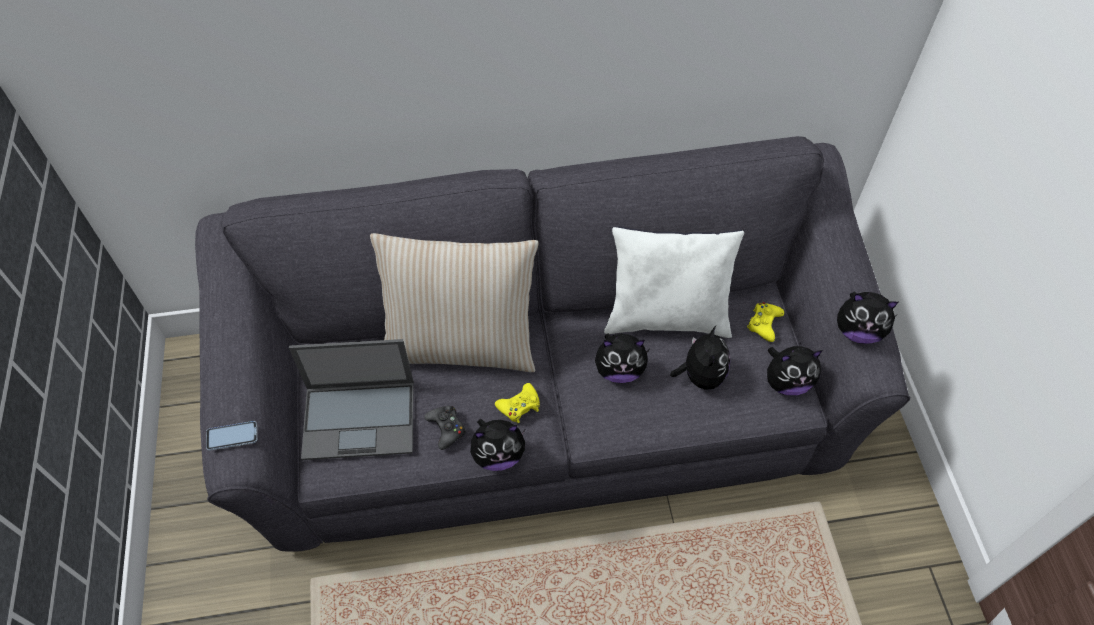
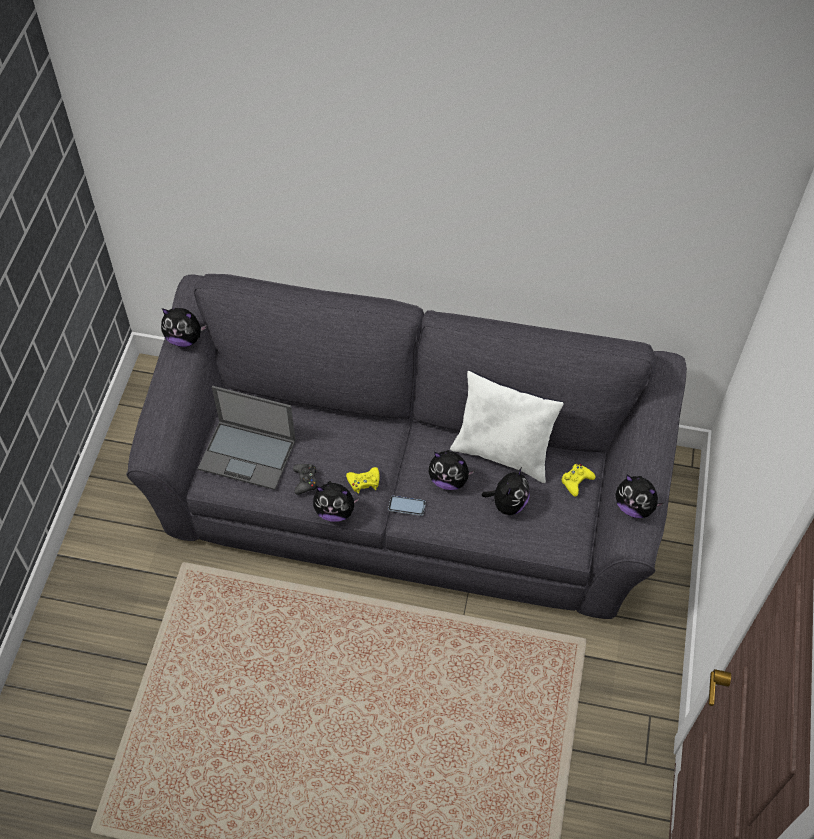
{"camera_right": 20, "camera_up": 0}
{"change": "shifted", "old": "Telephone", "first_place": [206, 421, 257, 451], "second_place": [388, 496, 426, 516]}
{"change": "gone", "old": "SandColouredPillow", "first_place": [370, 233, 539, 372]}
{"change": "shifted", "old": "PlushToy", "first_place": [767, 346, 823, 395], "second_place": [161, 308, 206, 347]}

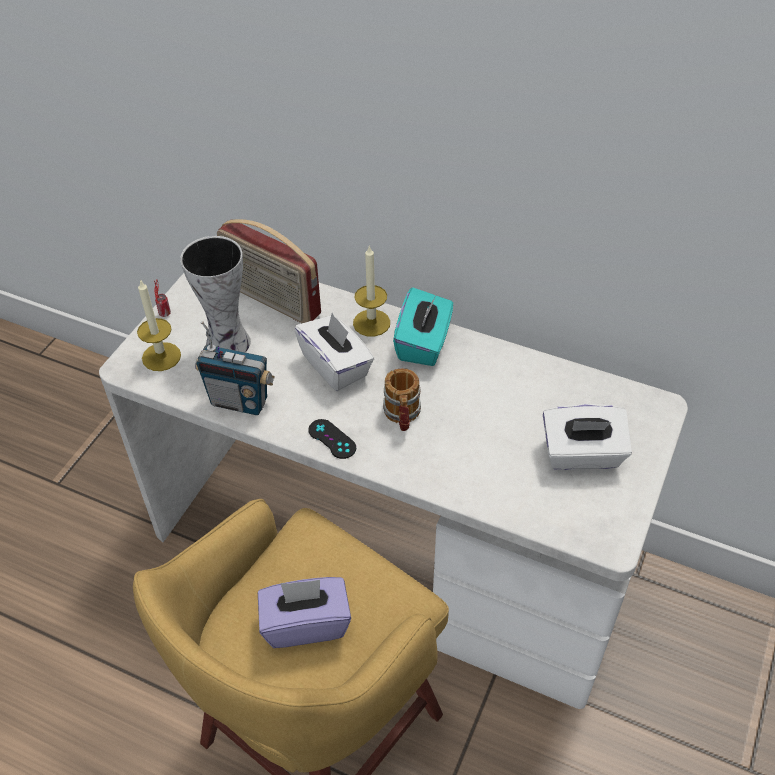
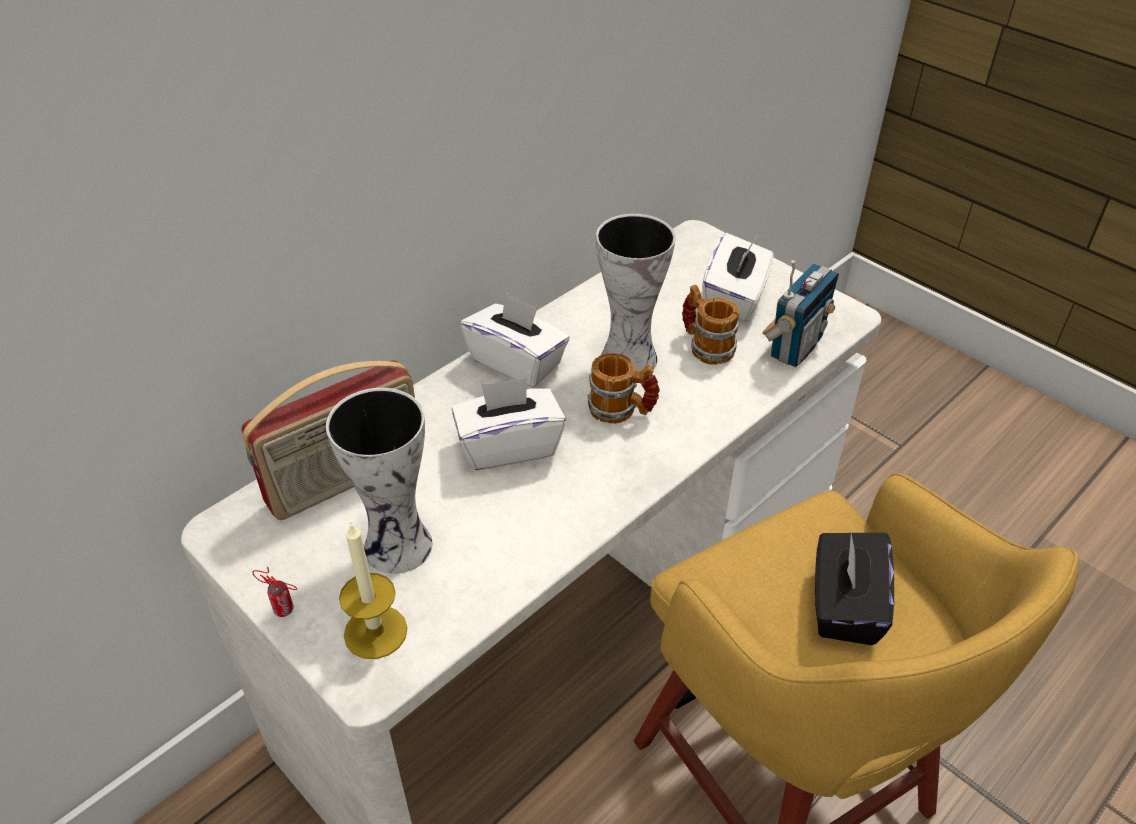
{"camera_right": -70, "camera_up": -5}
{"change": "shifted", "old": "RadioReceiver", "first_place": [195, 321, 275, 415], "second_place": [762, 260, 839, 367]}
{"change": "repainted", "old": "PurplishTissueBox", "new": "BlackColouredTissueBox", "first_place": [258, 577, 351, 648], "second_place": [815, 533, 894, 645]}
{"change": "gone", "old": "BlackColouredJoypad", "first_place": [308, 419, 356, 459]}
{"change": "gone", "old": "Candle", "first_place": [353, 245, 390, 337]}
{"change": "repainted", "old": "BlueGreenTissueBox", "new": "WhiteTissueBox", "first_place": [393, 287, 453, 366], "second_place": [460, 292, 570, 388]}
{"change": "new", "new": "Vase", "second_place": [596, 214, 675, 371]}
{"change": "new", "new": "TeaMug", "second_place": [682, 285, 740, 365]}

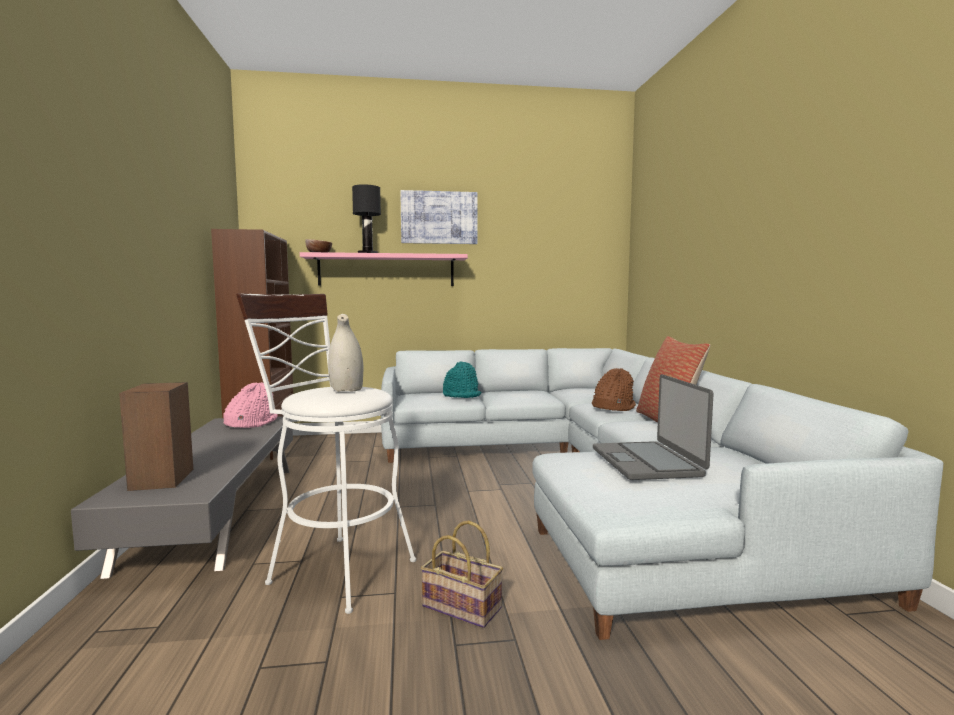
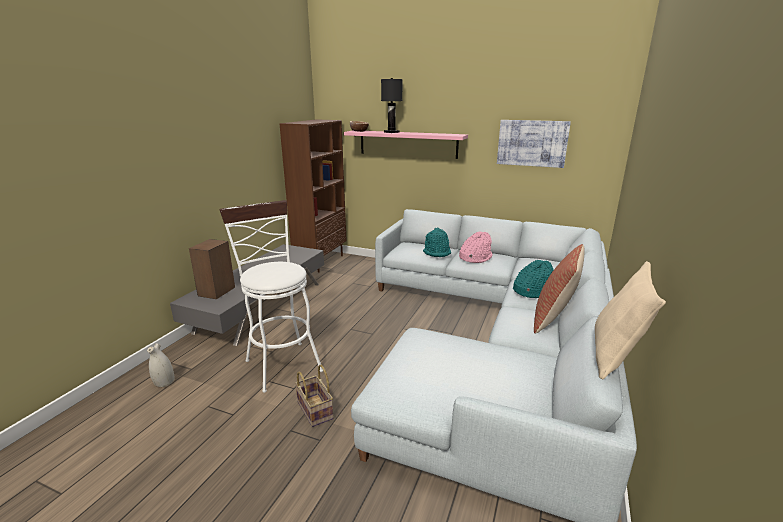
{"camera_right": 30, "camera_up": 15}
{"change": "shifted", "old": "PinkishHat", "first_place": [223, 382, 278, 428], "second_place": [459, 232, 492, 263]}
{"change": "shifted", "old": "WhiteVase", "first_place": [328, 314, 363, 392], "second_place": [147, 343, 175, 387]}
{"change": "shifted", "old": "WallPicture", "first_place": [400, 190, 477, 244], "second_place": [497, 120, 571, 168]}
{"change": "repainted", "old": "BrownHat", "new": "BlueGreenHat", "first_place": [592, 368, 636, 411], "second_place": [513, 260, 553, 298]}
{"change": "gone", "old": "PortableComputer", "first_place": [593, 374, 714, 480]}
{"change": "new", "new": "SandColouredPillow", "second_place": [595, 261, 666, 379]}

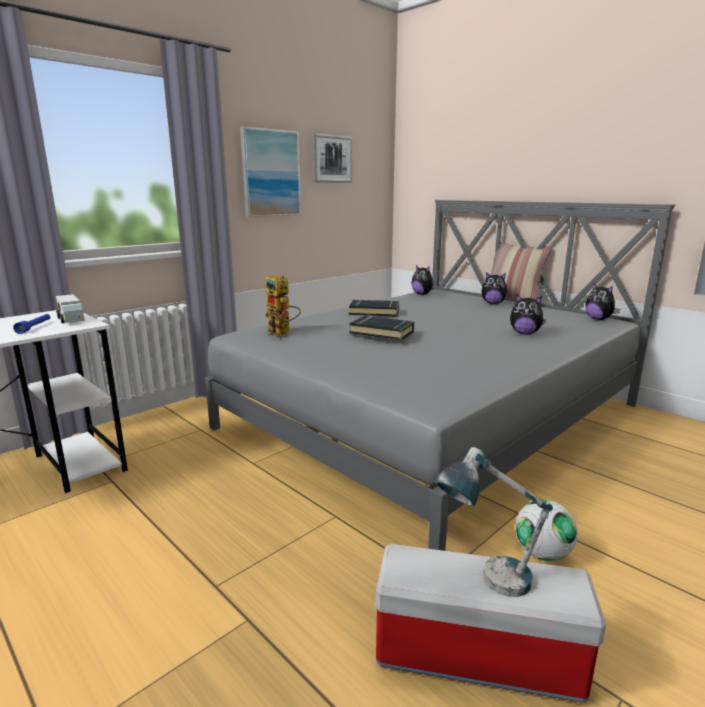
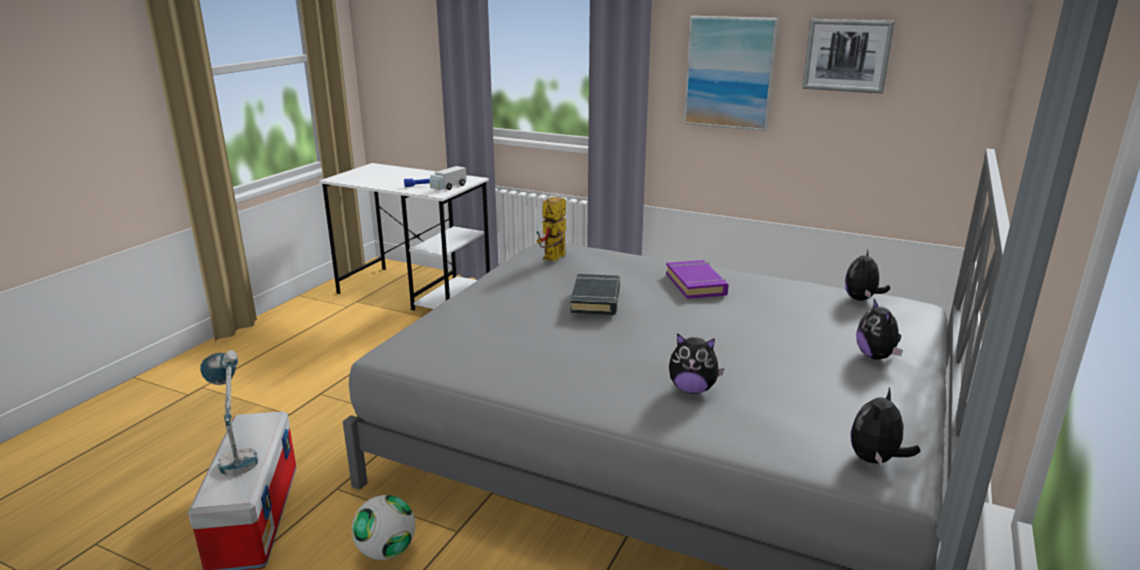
{"camera_right": 70, "camera_up": 5}
{"change": "repainted", "old": "BlackColouredVolume", "new": "PurplishVolume", "first_place": [349, 299, 399, 317], "second_place": [666, 260, 729, 299]}
{"change": "gone", "old": "Pillow", "first_place": [490, 242, 552, 299]}
{"change": "rotated", "old": "PlushToy", "first_place": [510, 295, 546, 334], "second_place": [669, 333, 724, 394], "degrees": -75}

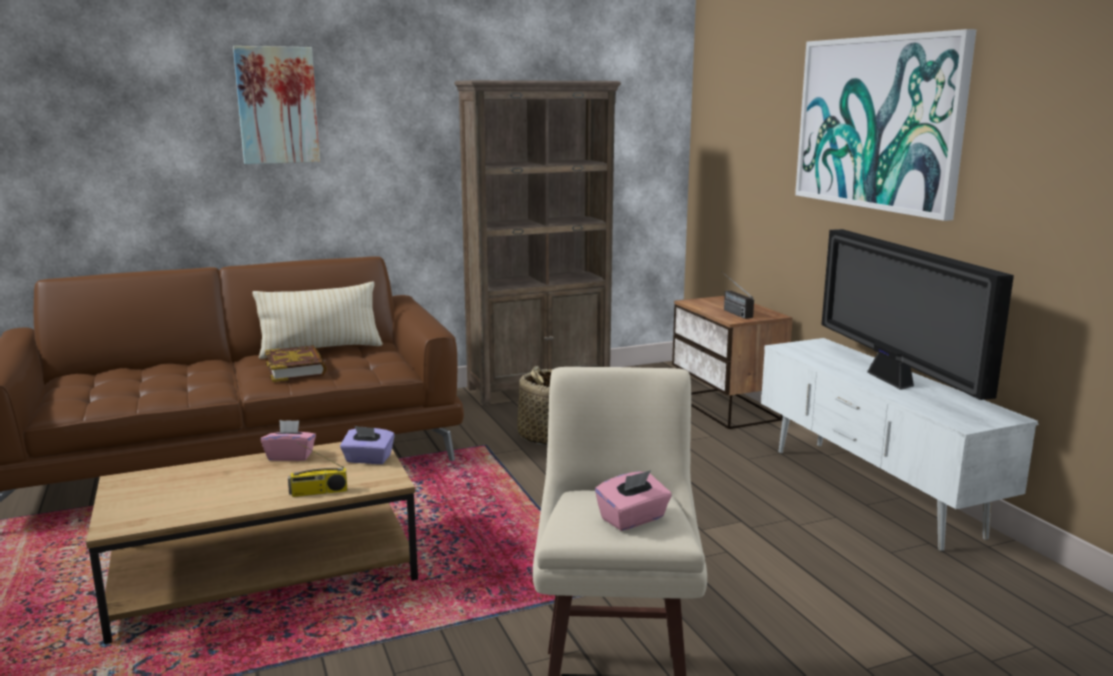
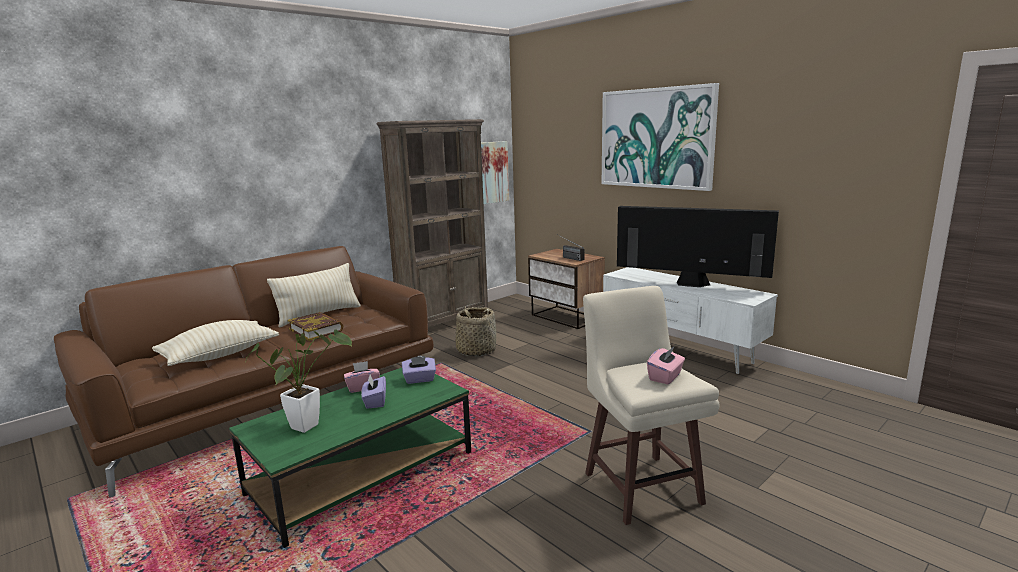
{"camera_right": -20, "camera_up": 0}
{"change": "repainted", "old": "BrownLowTable", "new": "GreenishLowTable", "first_place": [86, 442, 418, 644], "second_place": [229, 368, 471, 548]}
{"change": "shifted", "old": "WallPicture", "first_place": [233, 46, 320, 164], "second_place": [481, 141, 509, 204]}
{"change": "gone", "old": "RadioReceiver", "first_place": [288, 442, 348, 497]}
{"change": "rotated", "old": "TvSet", "first_place": [821, 229, 1014, 400], "second_place": [617, 206, 779, 287], "degrees": 150}
{"change": "new", "new": "SandColouredPillow", "second_place": [152, 320, 279, 366]}
{"change": "new", "new": "PlantInAPot", "second_place": [246, 329, 352, 433]}
{"change": "new", "new": "PurplishTissueBox", "second_place": [361, 374, 386, 409]}

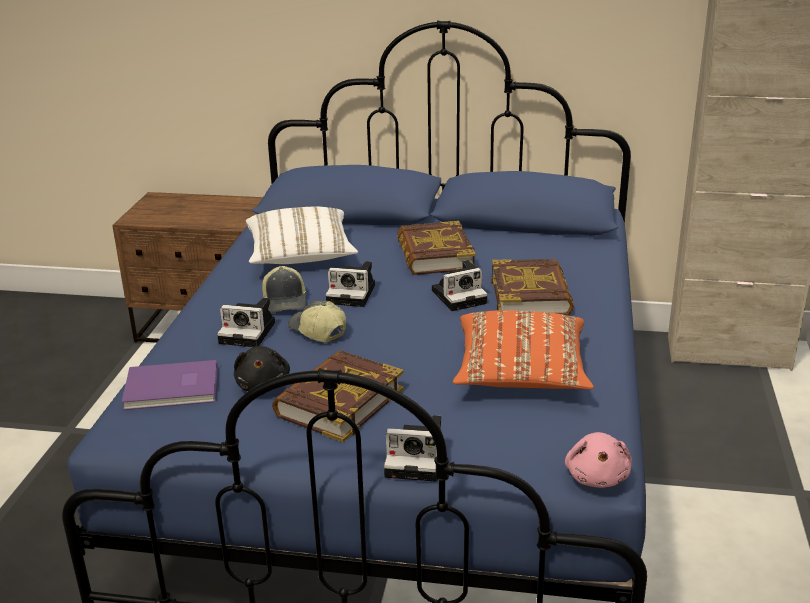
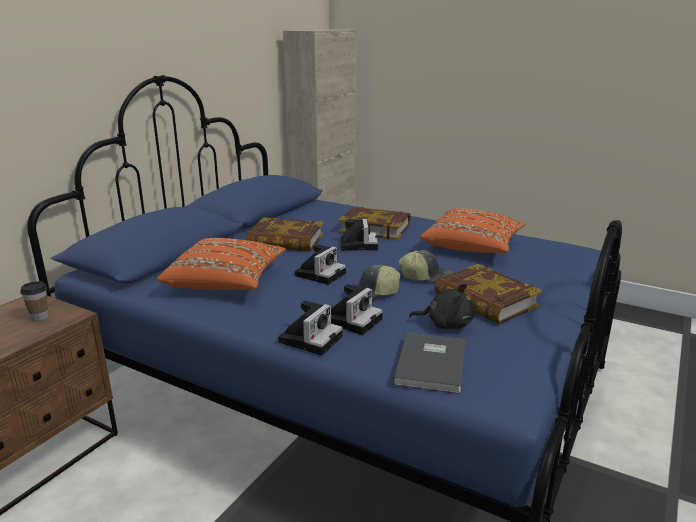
{"camera_right": -70, "camera_up": -5}
{"change": "repainted", "old": "PurplishVolume", "new": "GreyishVolume", "first_place": [122, 360, 218, 410], "second_place": [393, 333, 466, 394]}
{"change": "repainted", "old": "WhitePillow", "new": "OrangeyPillow", "first_place": [246, 207, 358, 264], "second_place": [157, 238, 286, 290]}
{"change": "shifted", "old": "Cap", "first_place": [262, 266, 306, 313], "second_place": [399, 250, 454, 283]}
{"change": "shifted", "old": "PhotoCamera", "first_place": [384, 415, 441, 482], "second_place": [278, 301, 343, 356]}
{"change": "gone", "old": "PinkishPlushToy", "first_place": [565, 432, 632, 488]}
{"change": "new", "new": "DrinkingCup", "second_place": [20, 281, 48, 321]}

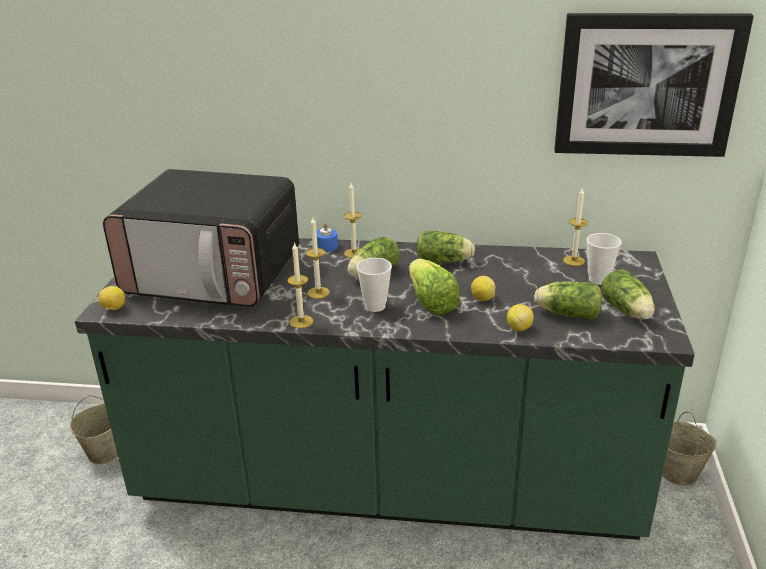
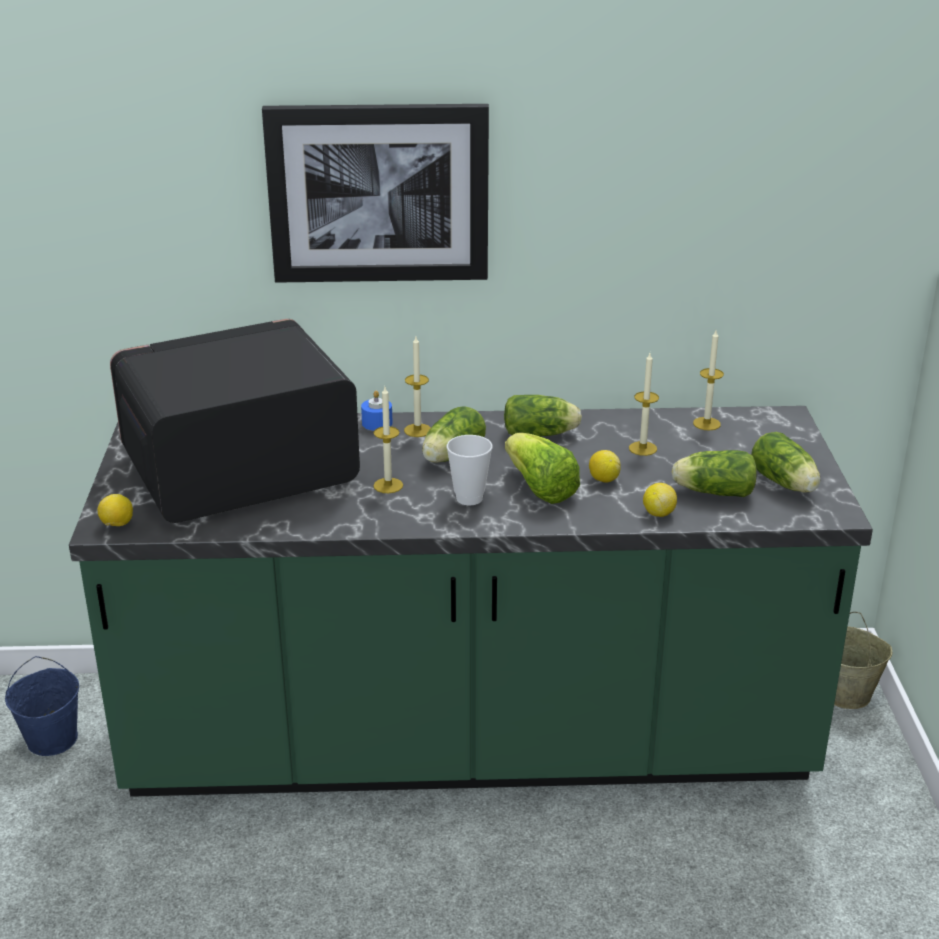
{"camera_right": -10, "camera_up": 0}
{"change": "repainted", "old": "SandColouredBucket", "new": "BluishBucket", "first_place": [70, 395, 118, 464], "second_place": [5, 656, 79, 756]}
{"change": "rotated", "old": "KitchenMicrowave", "first_place": [103, 169, 299, 307], "second_place": [110, 319, 360, 523], "degrees": 150}
{"change": "shifted", "old": "Candle", "first_place": [287, 242, 313, 328], "second_place": [629, 353, 659, 456]}
{"change": "shifted", "old": "WallPicture", "first_place": [554, 13, 754, 157], "second_place": [262, 104, 489, 283]}
{"change": "gone", "old": "DrinkingCup", "first_place": [586, 233, 622, 285]}

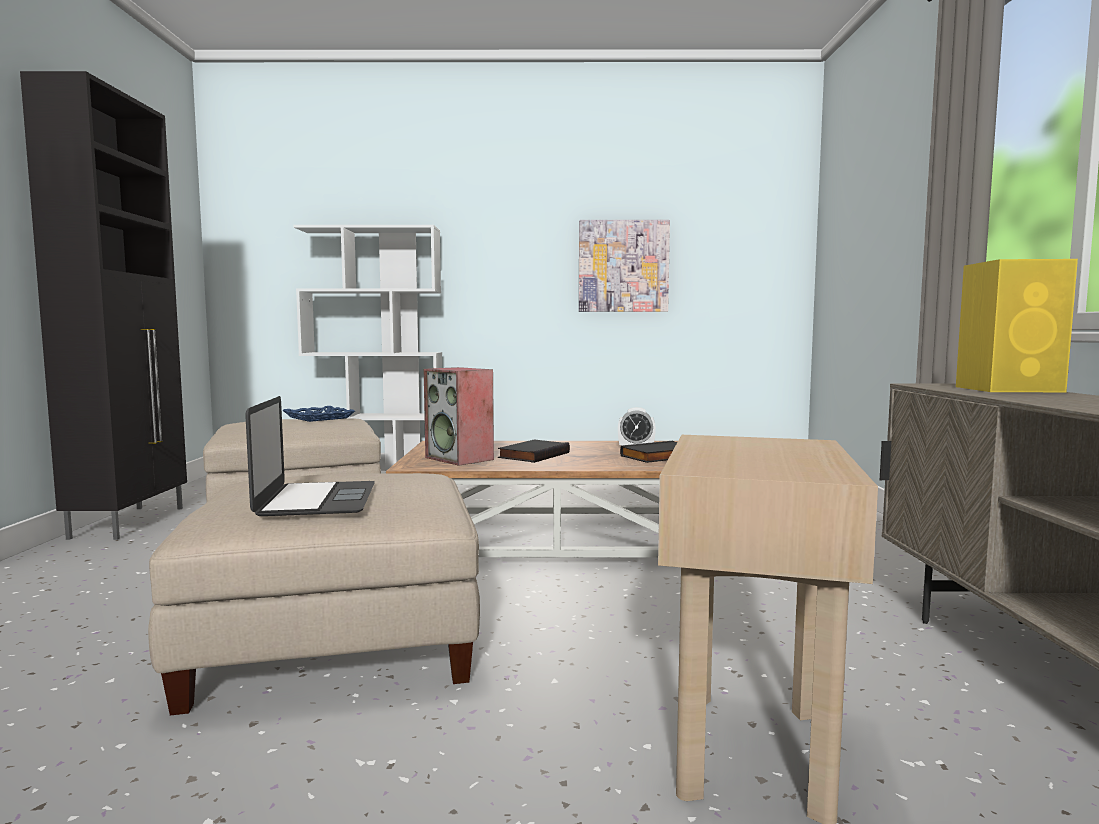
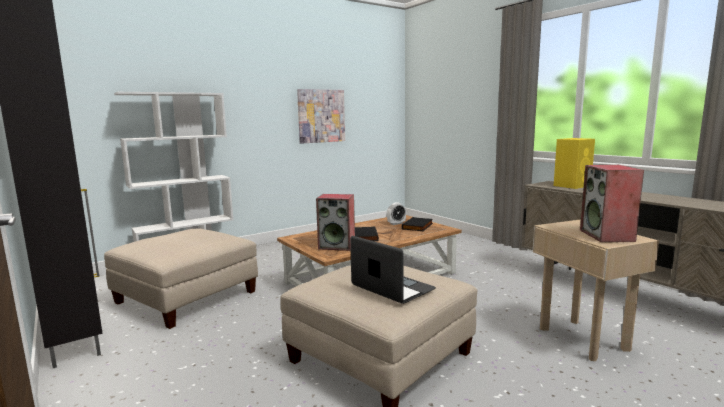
{"camera_right": -35, "camera_up": 5}
{"change": "gone", "old": "BluishTray", "first_place": [283, 406, 355, 422]}
{"change": "new", "new": "Loudspeaker", "second_place": [580, 165, 644, 242]}

